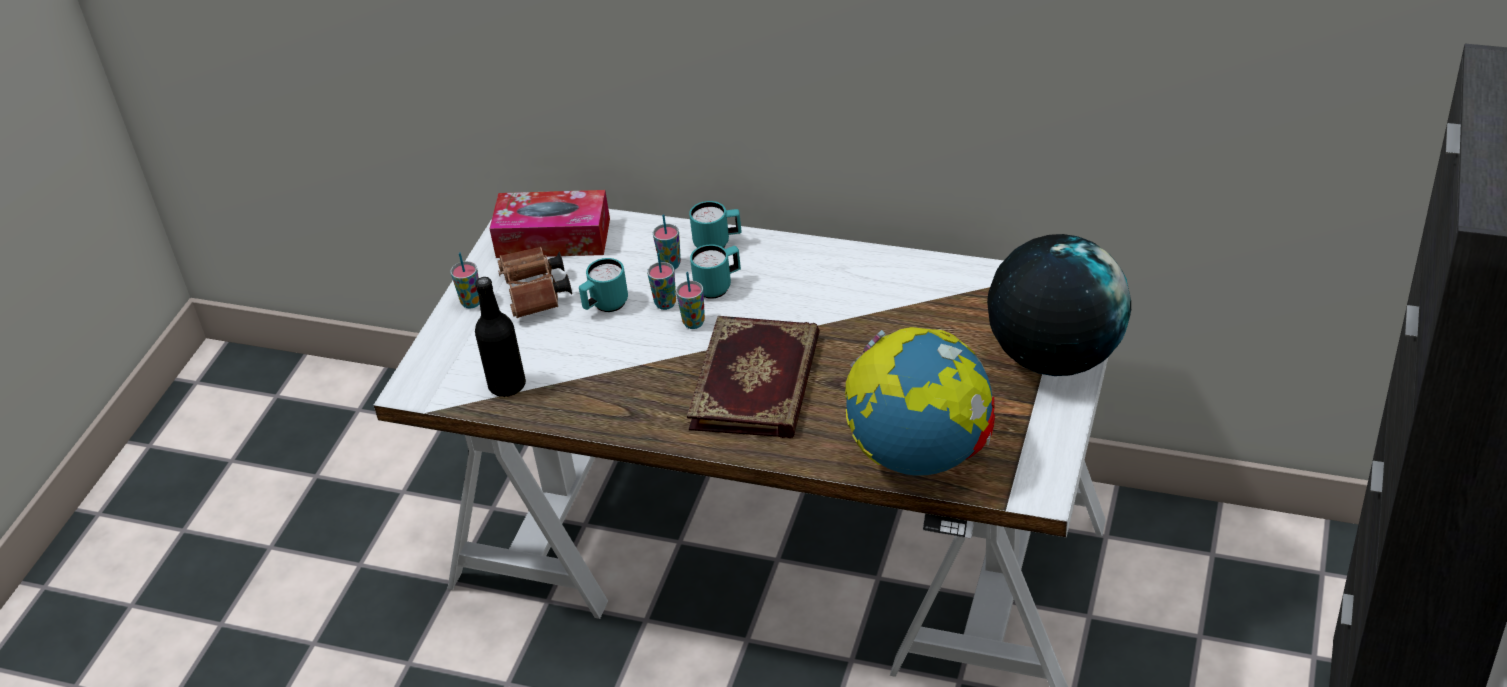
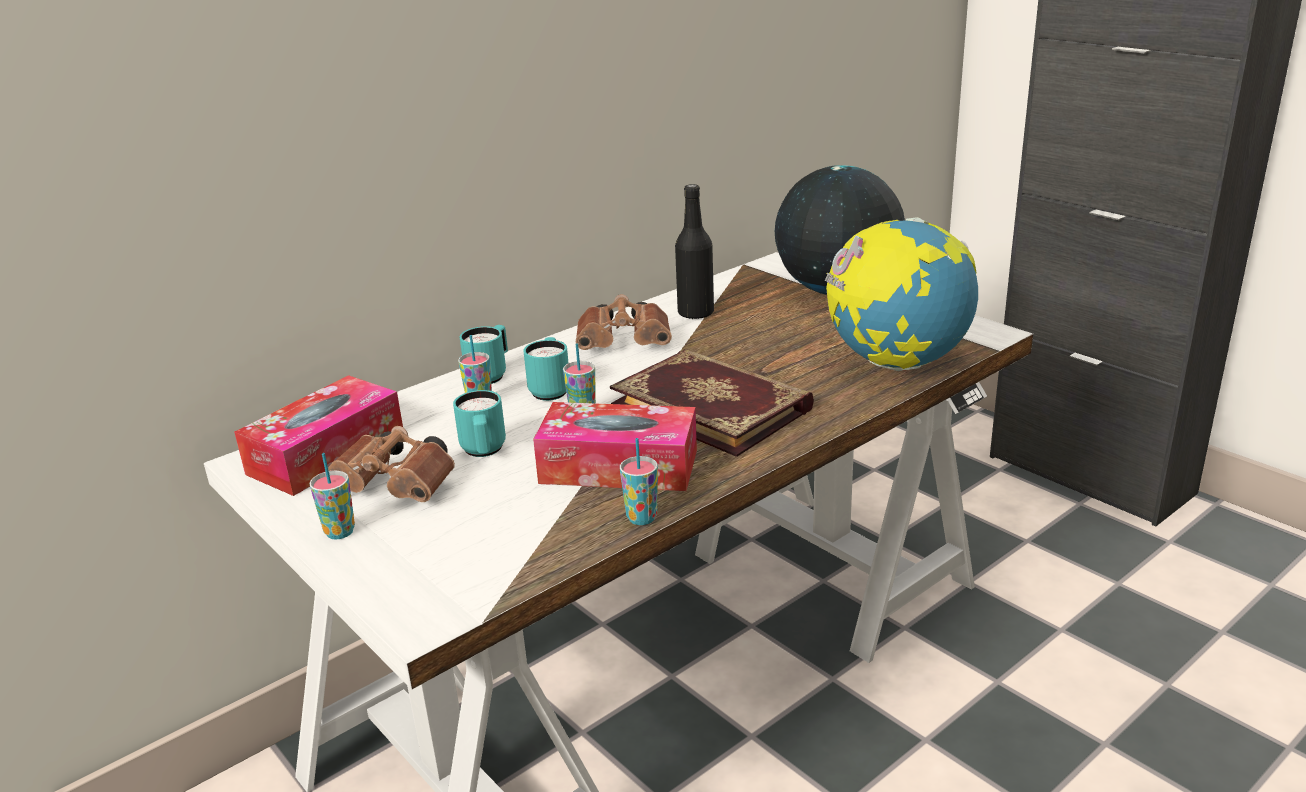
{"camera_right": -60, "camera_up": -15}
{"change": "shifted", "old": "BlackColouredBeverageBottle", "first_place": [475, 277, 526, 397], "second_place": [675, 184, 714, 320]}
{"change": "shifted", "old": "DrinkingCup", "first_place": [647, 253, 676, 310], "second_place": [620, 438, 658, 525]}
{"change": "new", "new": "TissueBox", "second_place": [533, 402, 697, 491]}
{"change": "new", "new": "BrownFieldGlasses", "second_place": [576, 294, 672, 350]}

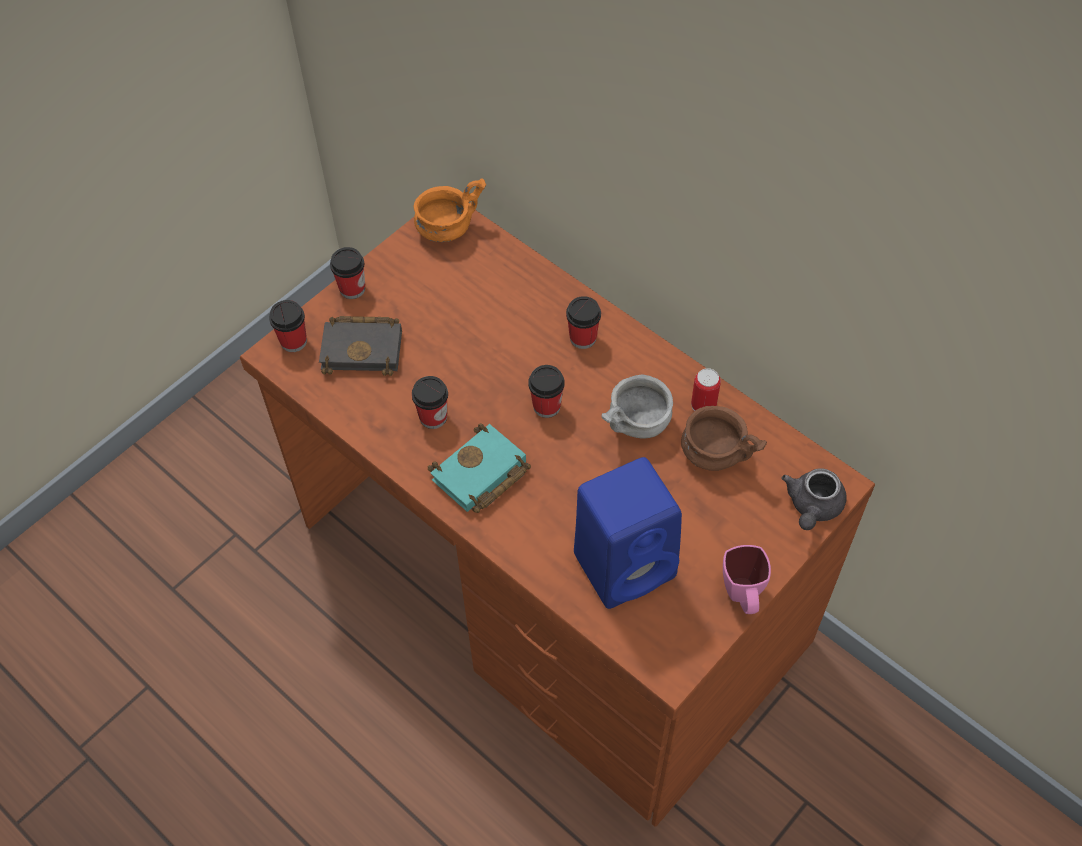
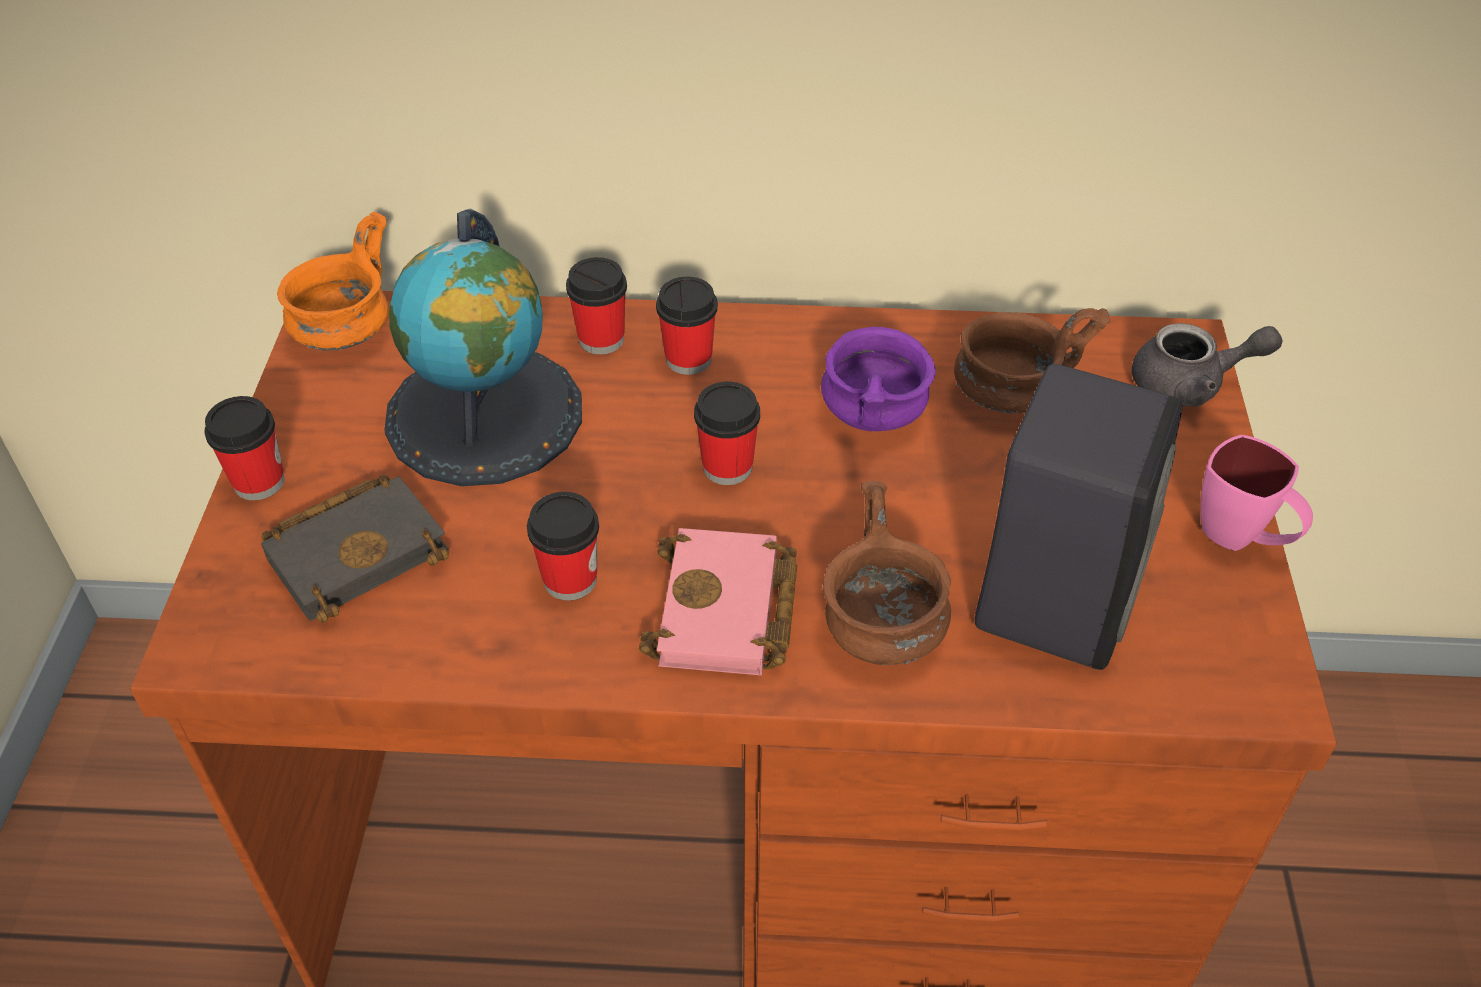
{"camera_right": -40, "camera_up": -10}
{"change": "shifted", "old": "DrinkingCup", "first_place": [269, 300, 307, 352], "second_place": [566, 257, 627, 354]}
{"change": "repainted", "old": "BlueGreenVolume", "new": "PinkishVolume", "first_place": [428, 423, 531, 513], "second_place": [639, 528, 797, 675]}
{"change": "repainted", "old": "BluishLoudspeaker", "new": "BlackColouredLoudspeaker", "first_place": [574, 457, 682, 609], "second_place": [975, 364, 1182, 670]}
{"change": "repainted", "old": "GreyishDeepDish", "new": "PurplishDeepDish", "first_place": [601, 375, 673, 438], "second_place": [821, 327, 936, 431]}
{"change": "gone", "old": "Can", "first_place": [691, 368, 721, 411]}
{"change": "rotated", "old": "GreyishPotForTea", "first_place": [782, 468, 846, 530], "second_place": [1132, 323, 1282, 406], "degrees": -75}
{"change": "new", "new": "DeskGlobe", "second_place": [384, 208, 582, 486]}
{"change": "new", "new": "BrownDeepDish", "second_place": [823, 481, 951, 665]}

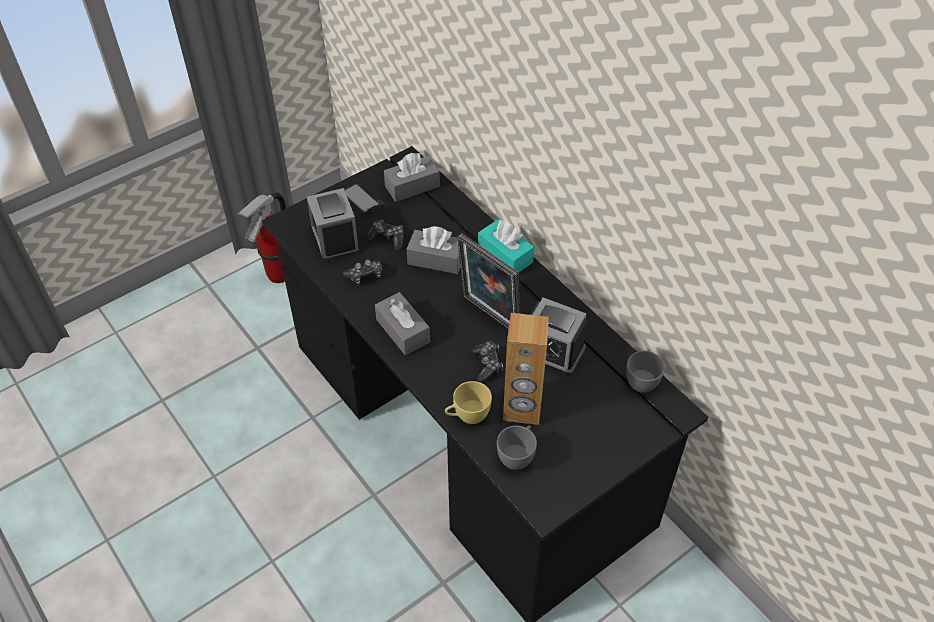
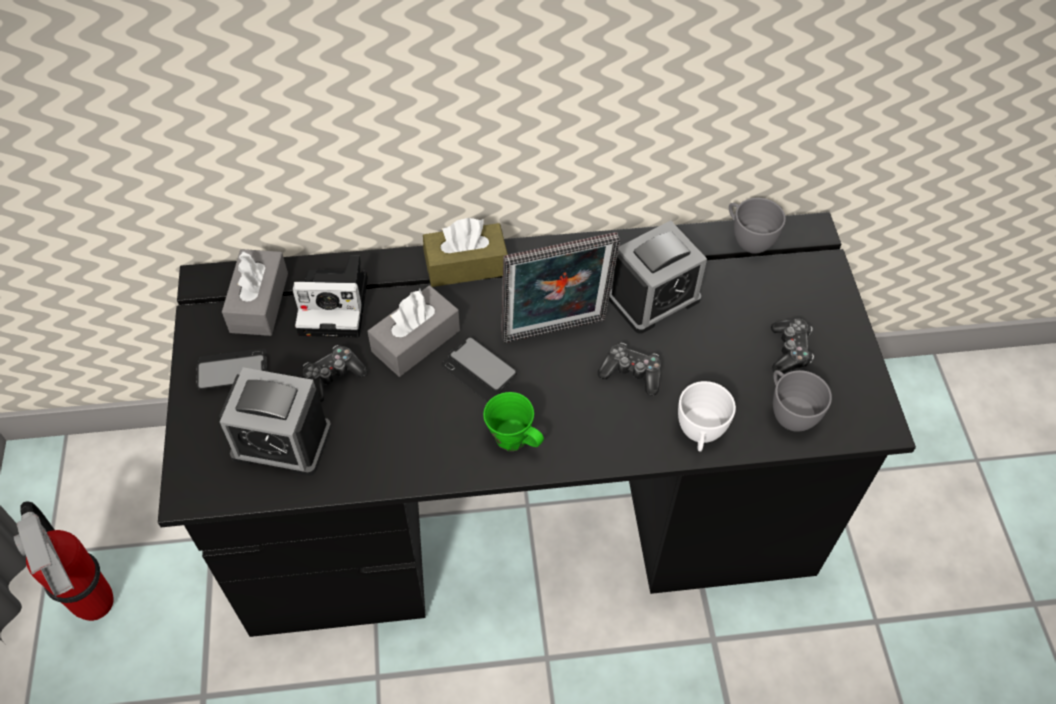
{"camera_right": -60, "camera_up": 5}
{"change": "shifted", "old": "Joypad", "first_place": [343, 260, 382, 285], "second_place": [771, 318, 814, 373]}
{"change": "swapped", "old": "GreyishTissueBox", "new": "GreenishTeaMug", "first_place": [375, 292, 430, 355], "second_place": [483, 392, 544, 451]}
{"change": "repainted", "old": "YellowDrinkingCup", "new": "WhiteDrinkingCup", "first_place": [445, 381, 492, 424], "second_place": [678, 381, 736, 452]}
{"change": "repainted", "old": "BlueGreenTissueBox", "new": "BrownTissueBox", "first_place": [478, 220, 534, 273], "second_place": [423, 218, 508, 287]}
{"change": "gone", "old": "BrownLoudspeaker", "first_place": [503, 313, 549, 425]}
{"change": "new", "new": "PhotoCamera", "second_place": [293, 255, 368, 337]}
{"change": "new", "new": "Telephone", "second_place": [441, 336, 517, 402]}

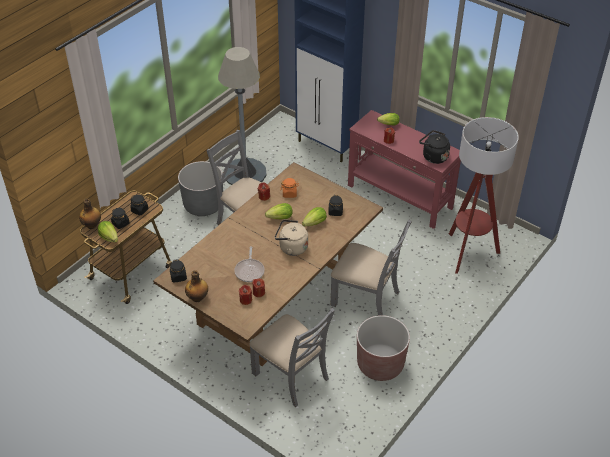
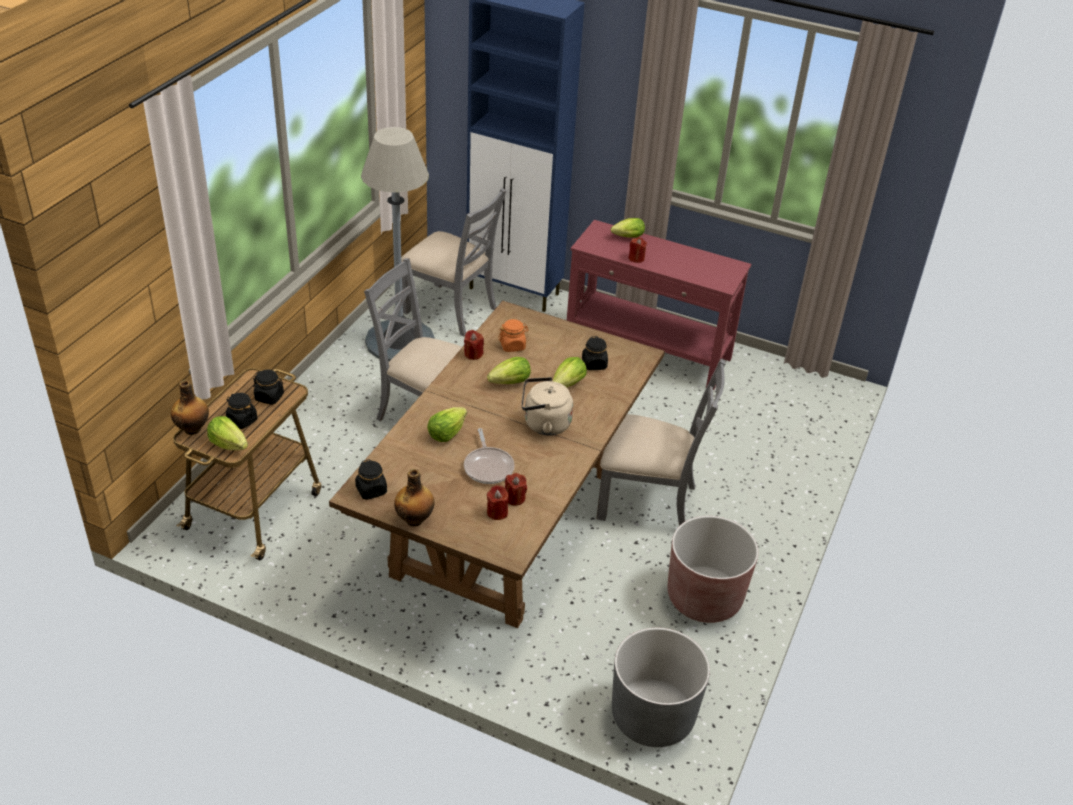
{"camera_right": -15, "camera_up": -5}
{"change": "shifted", "old": "GreyishFlowerPot", "first_place": [178, 161, 223, 216], "second_place": [612, 628, 710, 747]}
{"change": "shifted", "old": "GreyishChair", "first_place": [249, 308, 335, 407], "second_place": [401, 188, 506, 337]}
{"change": "gone", "old": "BlackColouredWaterKettle", "first_place": [419, 130, 450, 164]}
{"change": "gone", "old": "StandingLamp", "first_place": [449, 117, 519, 274]}
{"change": "new", "new": "LettuceHead", "second_place": [427, 407, 467, 442]}

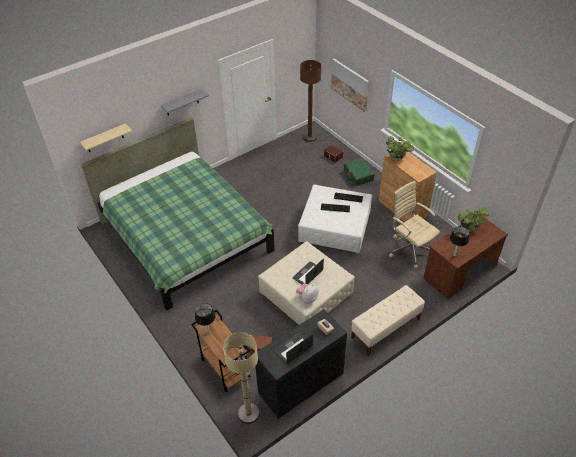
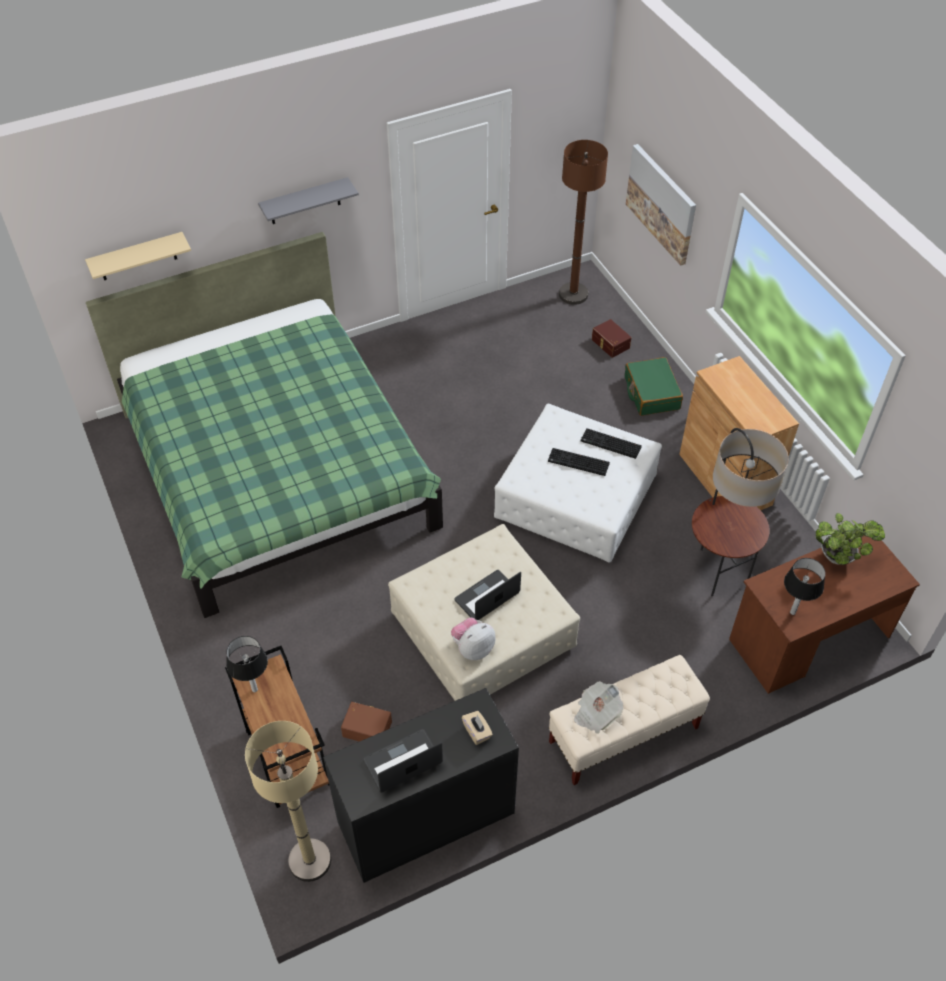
{"camera_right": 10, "camera_up": 5}
{"change": "gone", "old": "PlantInAPot", "first_place": [386, 136, 414, 161]}
{"change": "swapped", "old": "SandColouredOfficeChair", "new": "StandingLamp", "first_place": [389, 181, 440, 269], "second_place": [692, 428, 789, 596]}
{"change": "new", "new": "PrintedPaper", "second_place": [574, 681, 624, 734]}

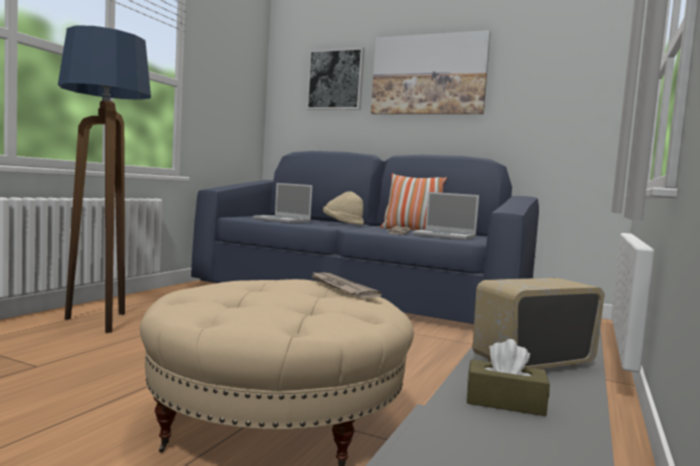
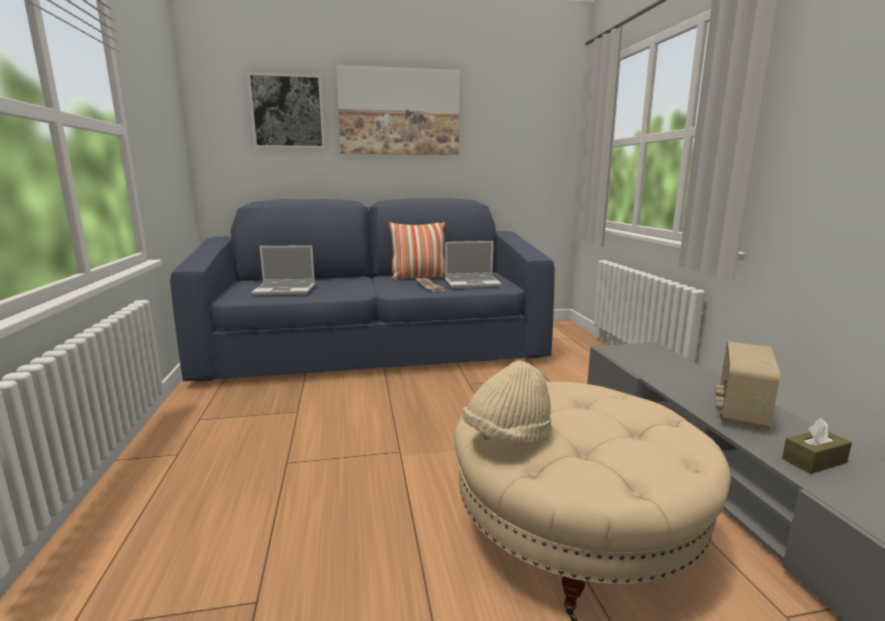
{"camera_right": -35, "camera_up": 10}
{"change": "gone", "old": "StandingLamp", "first_place": [58, 25, 151, 333]}
{"change": "gone", "old": "PrintedPaper", "first_place": [310, 271, 382, 298]}
{"change": "shifted", "old": "SandColouredHat", "first_place": [323, 191, 364, 225], "second_place": [462, 361, 553, 445]}

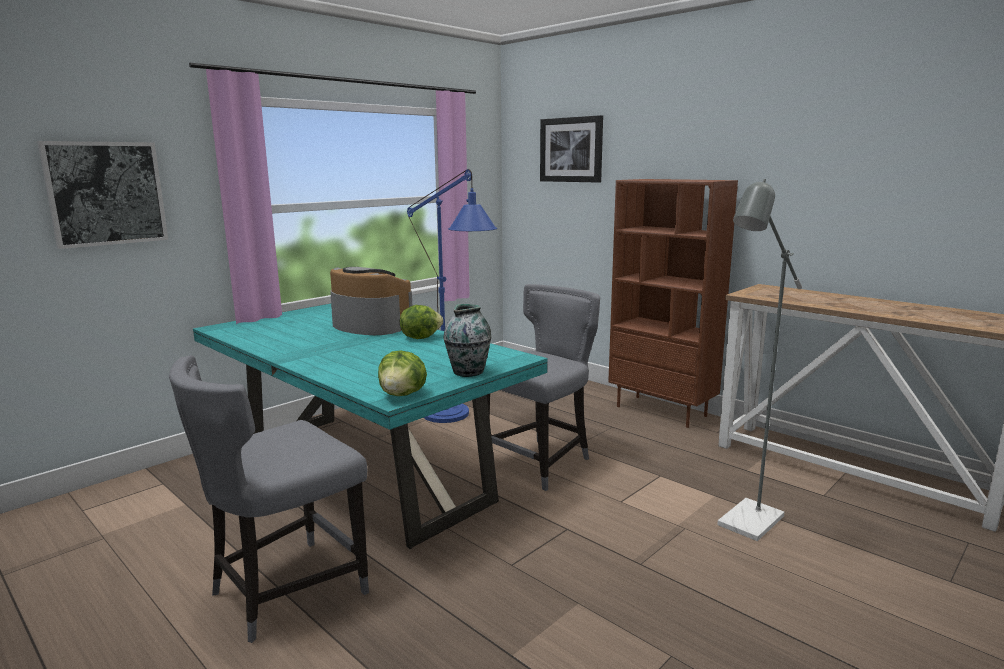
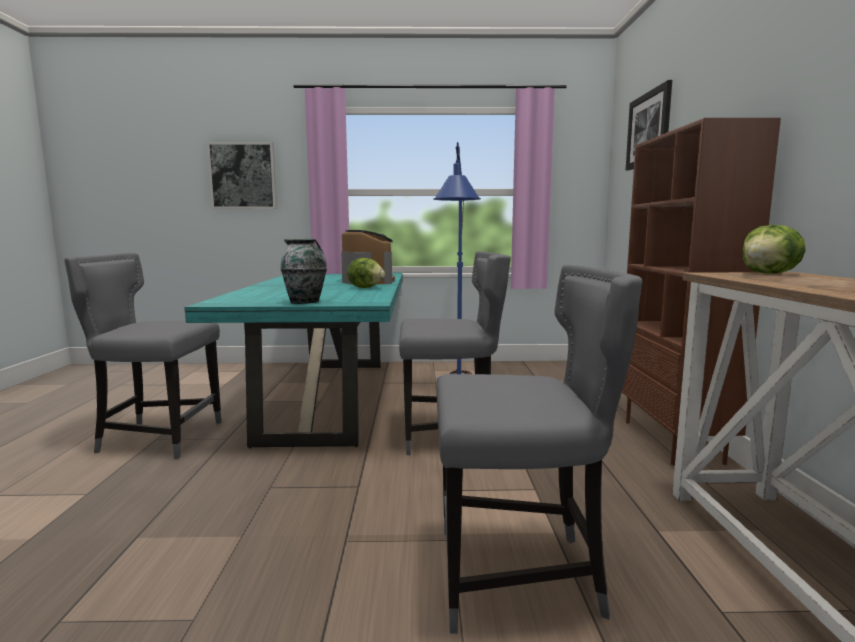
{"camera_right": 45, "camera_up": -5}
{"change": "shifted", "old": "LettuceHead", "first_place": [378, 350, 427, 396], "second_place": [742, 225, 806, 274]}
{"change": "swapped", "old": "GreyishStandingLamp", "new": "GreyishChair", "first_place": [717, 179, 802, 541], "second_place": [437, 265, 643, 633]}

